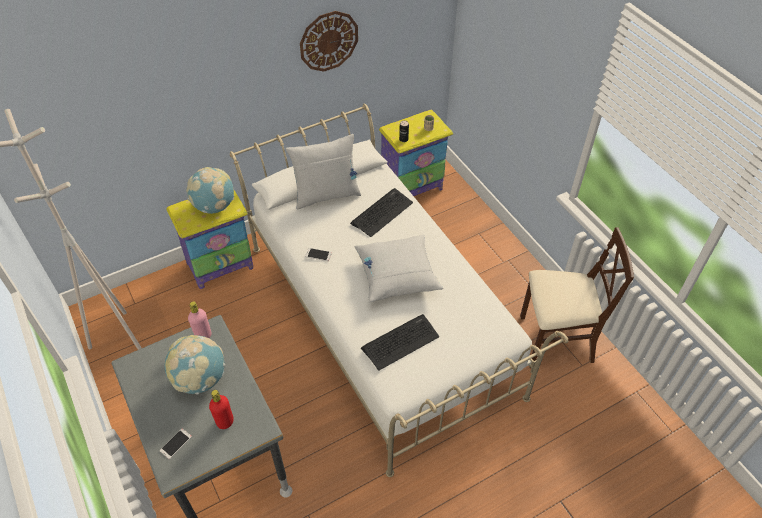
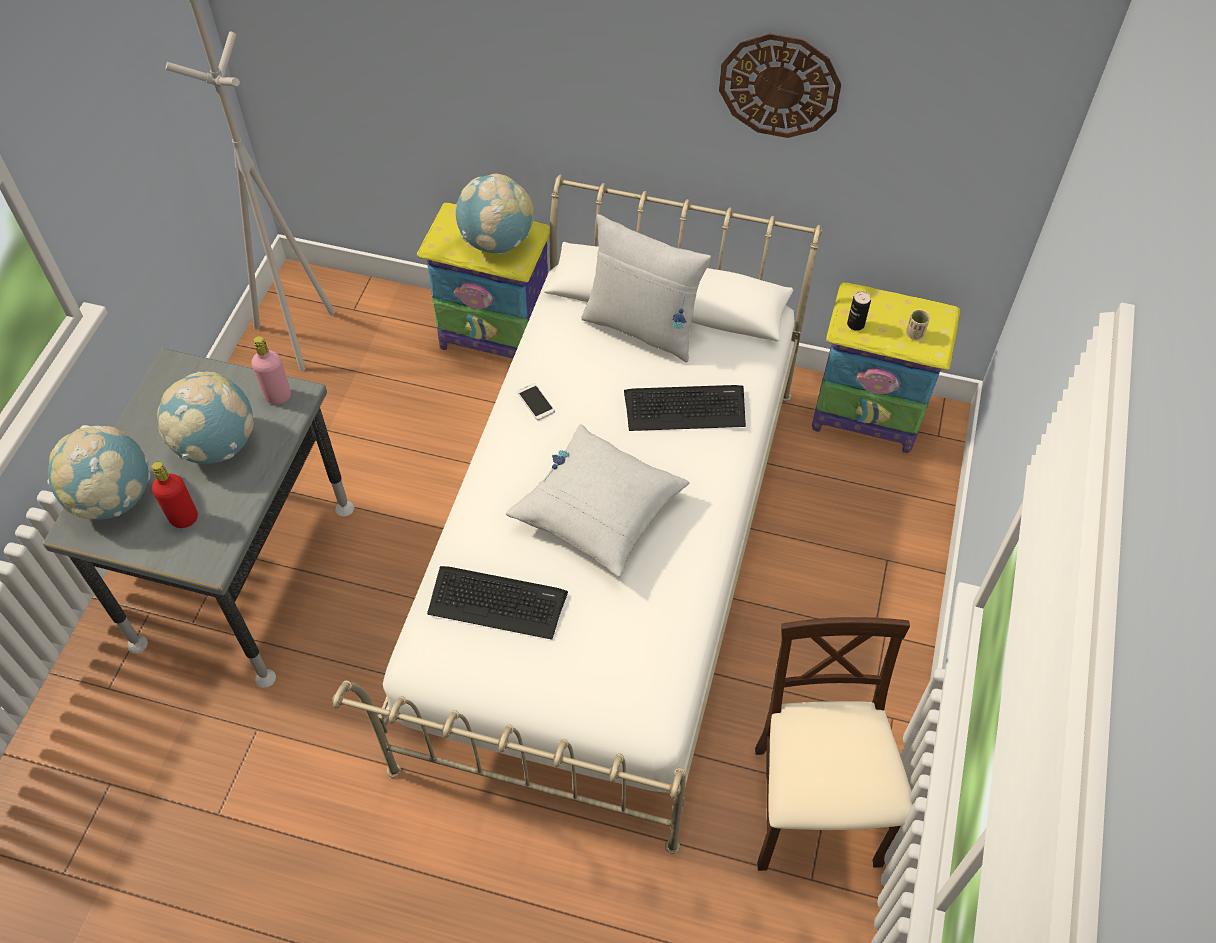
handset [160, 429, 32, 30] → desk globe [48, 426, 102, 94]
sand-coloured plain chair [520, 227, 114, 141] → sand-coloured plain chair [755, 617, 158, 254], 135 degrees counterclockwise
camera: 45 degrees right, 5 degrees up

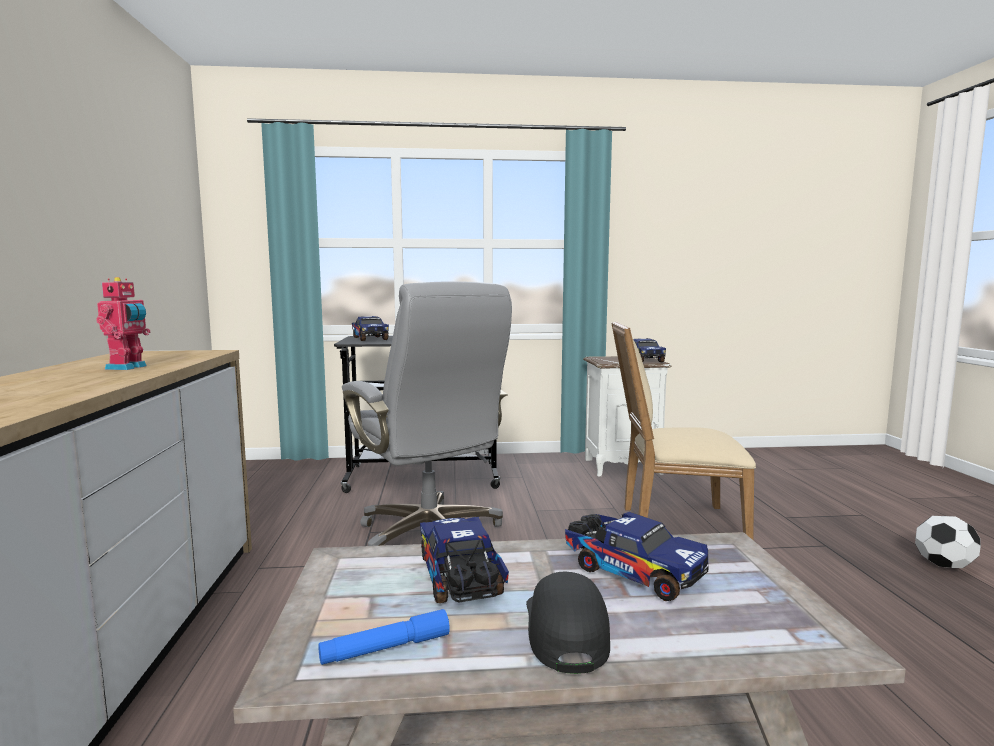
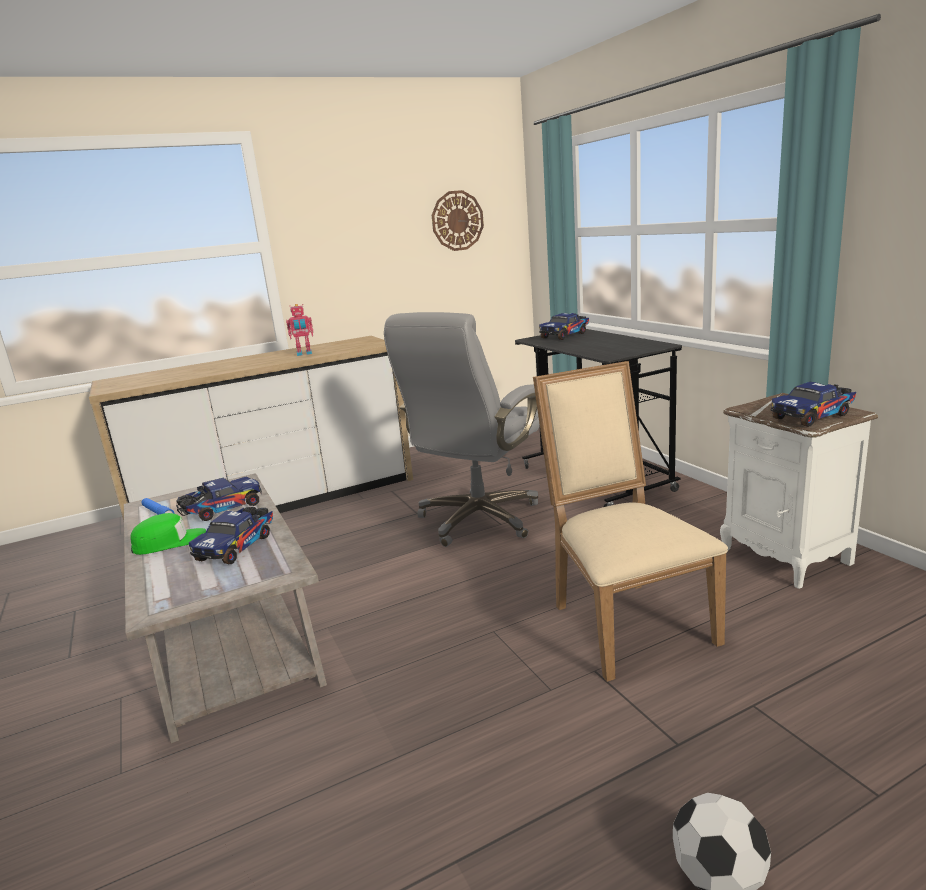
black-coloured baseball cap [526, 572, 84, 102] → greenish baseball cap [130, 513, 76, 42]
- → wall clock [432, 190, 52, 61]
camera: 70 degrees right, 10 degrees up

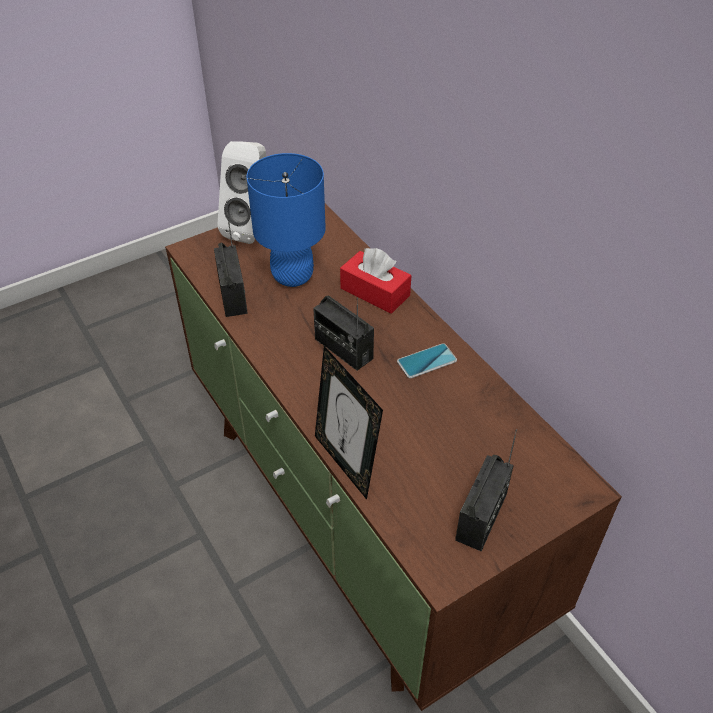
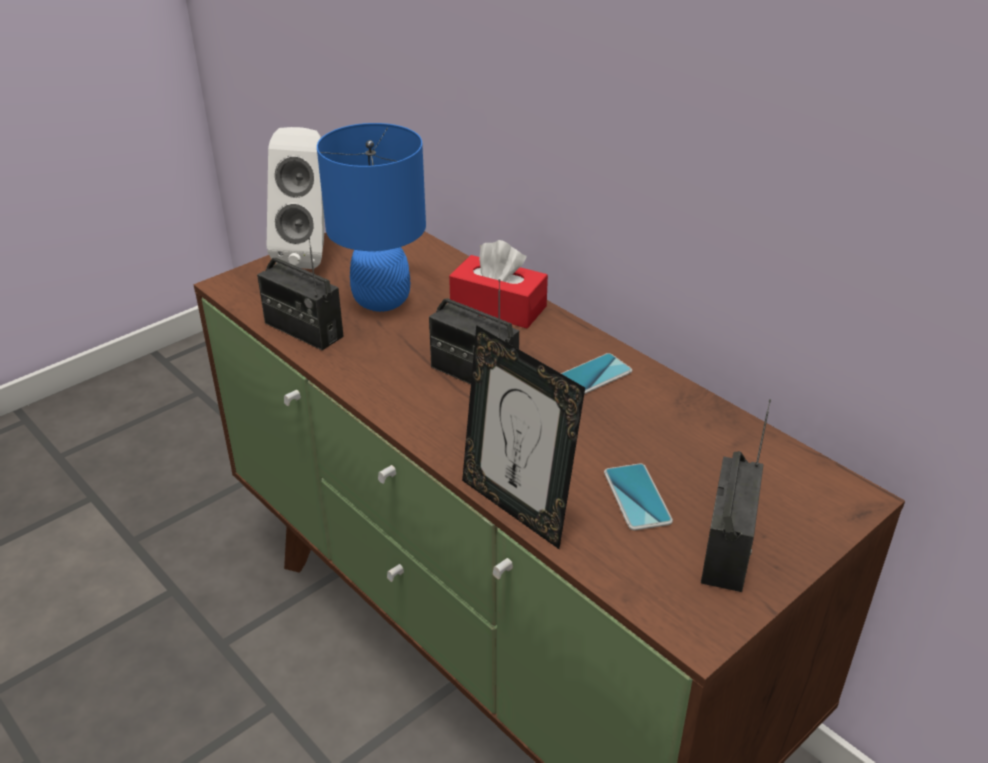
radio set [214, 210, 34, 107] → radio set [257, 237, 87, 114], 150 degrees clockwise
- → handset [604, 463, 69, 67]
camera: 10 degrees left, 10 degrees down

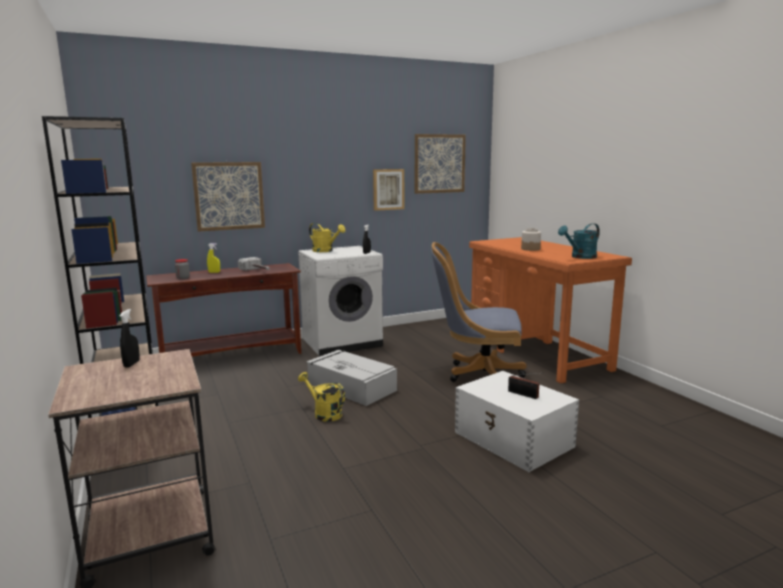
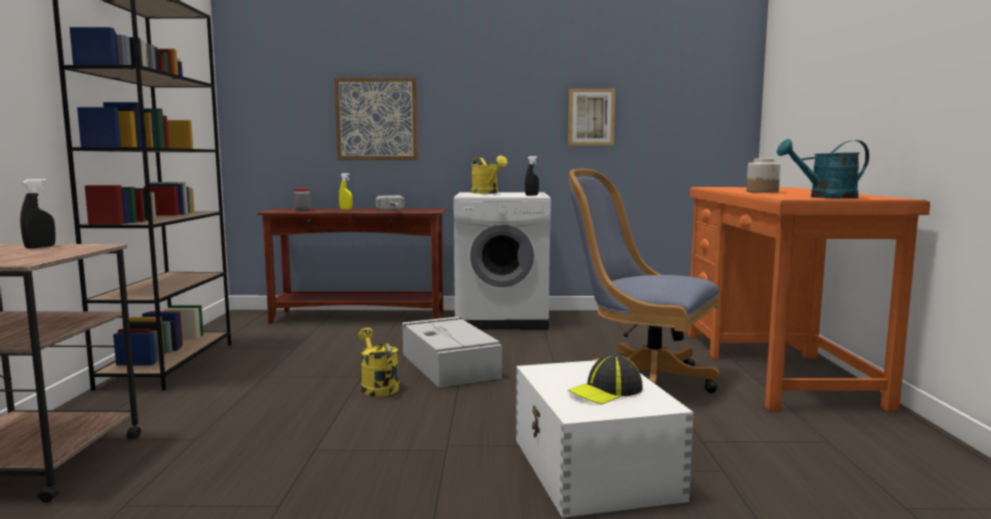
wall art [415, 134, 51, 60] → -
radio set [508, 373, 31, 26] → baseball cap [568, 354, 75, 51]
camera: 25 degrees right, 5 degrees down

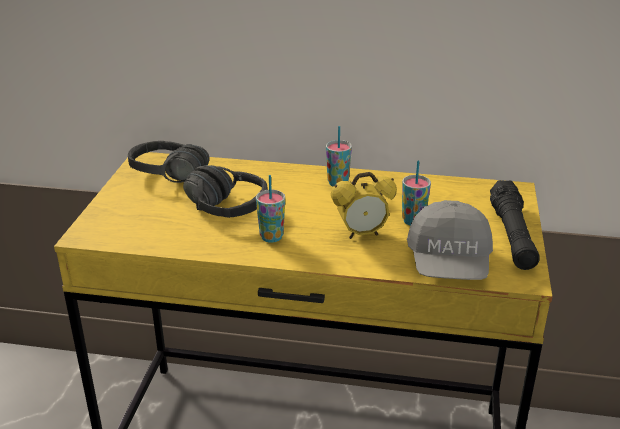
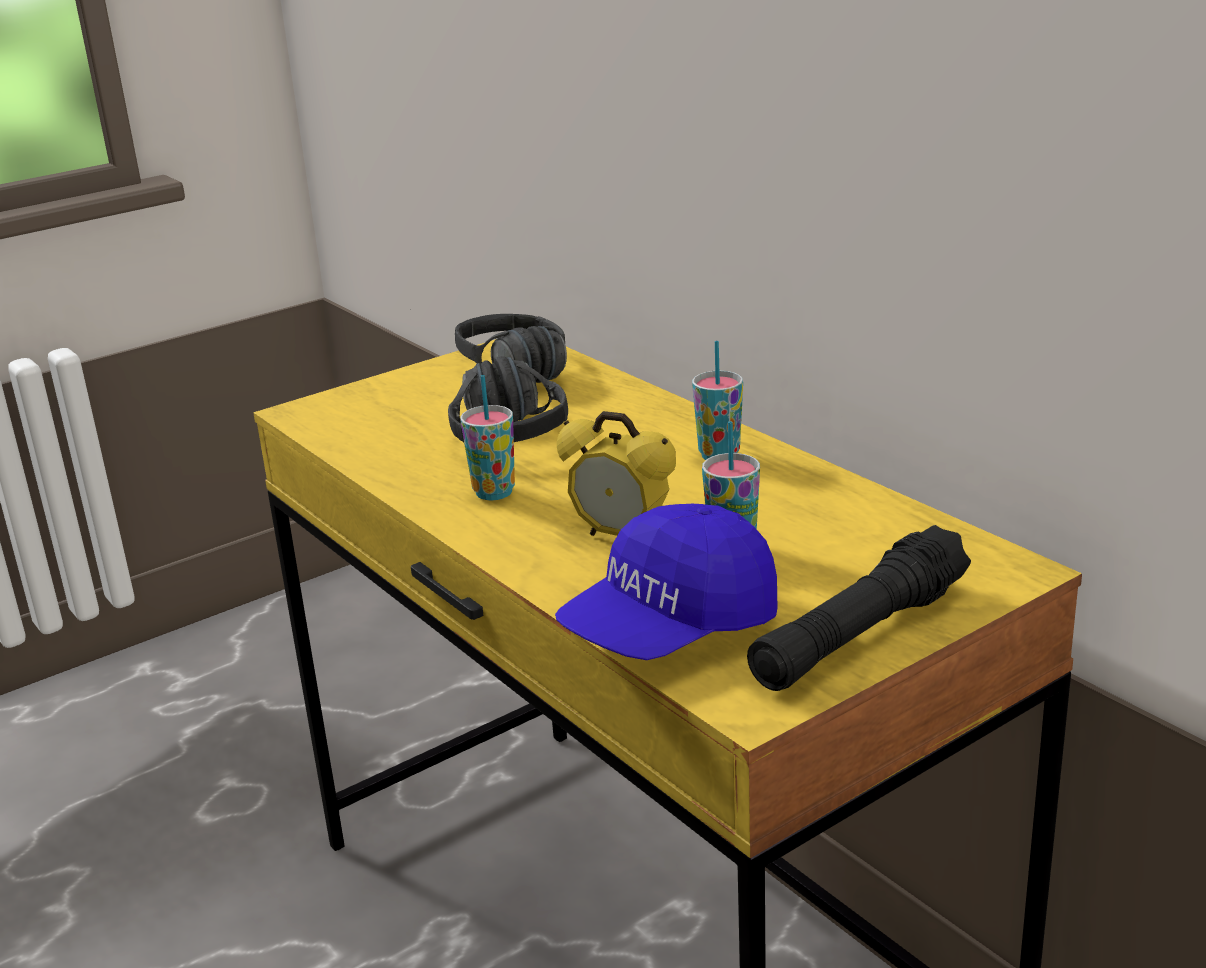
greyish baseball cap [407, 200, 86, 80] → blue baseball cap [555, 504, 223, 156]
camera: 45 degrees right, 5 degrees down

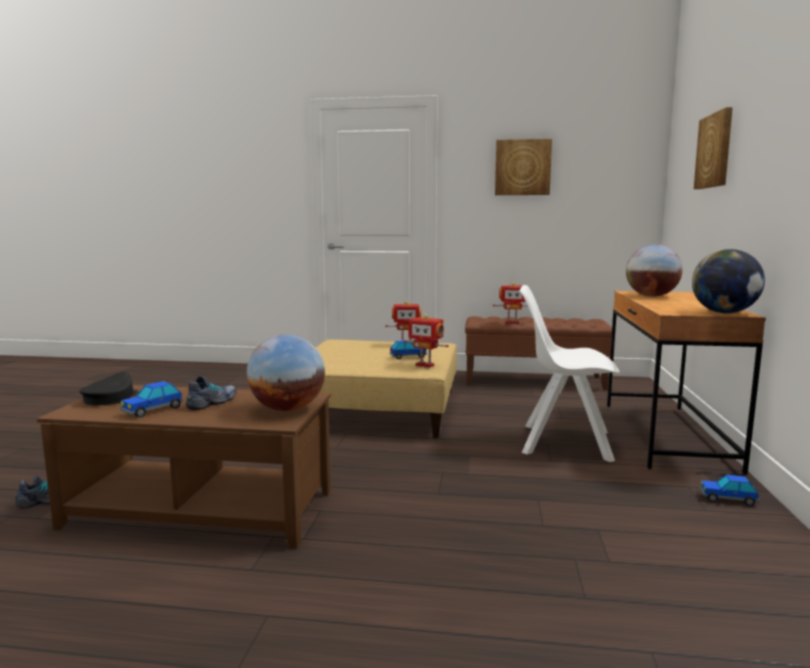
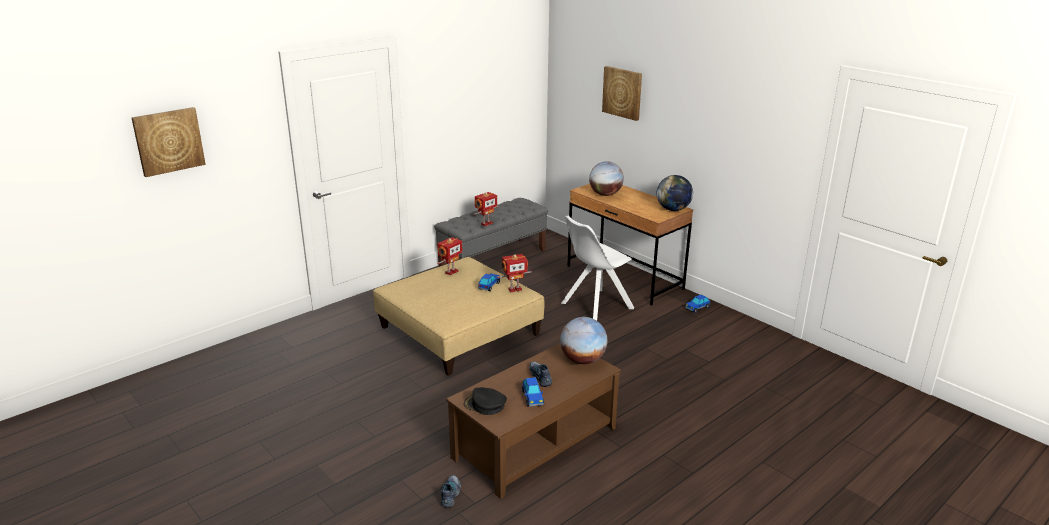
black-coloured baseball cap [79, 372, 62, 33] → black-coloured baseball cap [464, 387, 43, 28], 45 degrees counterclockwise
brown long seat [465, 316, 147, 74] → greyish long seat [434, 198, 114, 69]
wall art [495, 139, 57, 56] → wall art [131, 107, 75, 70], shifted
camera: 50 degrees left, 15 degrees up

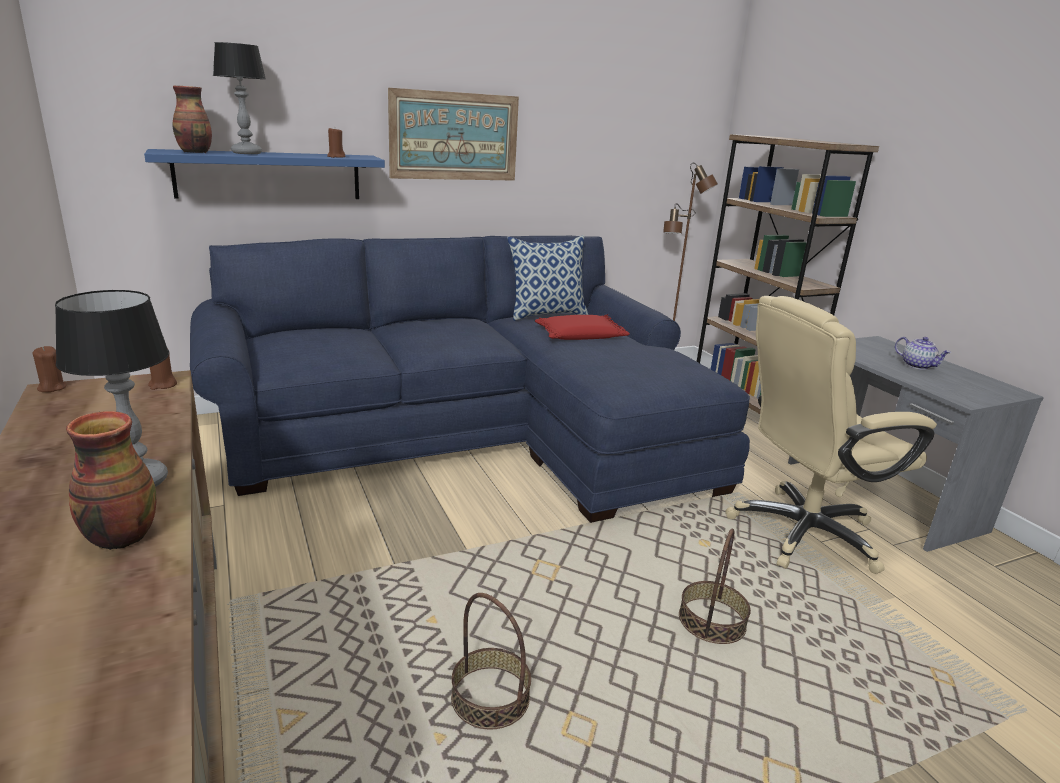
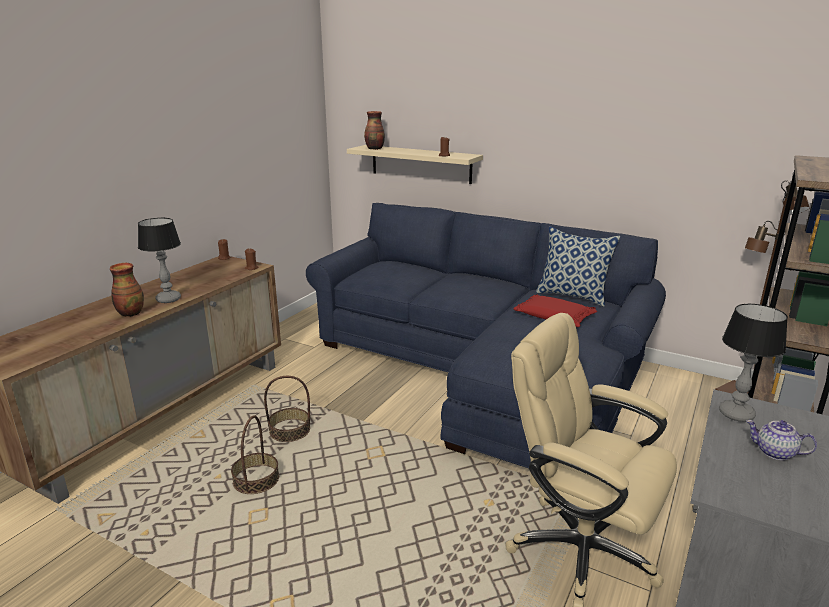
blue shelf [144, 149, 241, 50] → sand-coloured shelf [347, 145, 136, 39]
lamp for a table [213, 42, 53, 112] → lamp for a table [719, 304, 69, 118], shifted
wall art [388, 88, 131, 93] → -
basket [679, 529, 72, 115] → basket [264, 376, 46, 66], shifted
pot for tea [895, 337, 56, 33] → pot for tea [746, 420, 71, 40], 105 degrees clockwise
camera: 55 degrees right, 0 degrees up

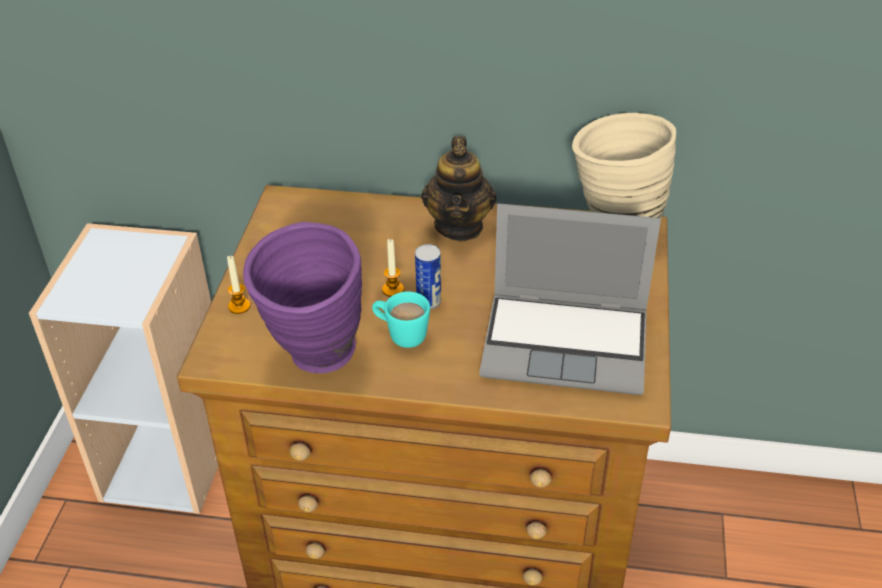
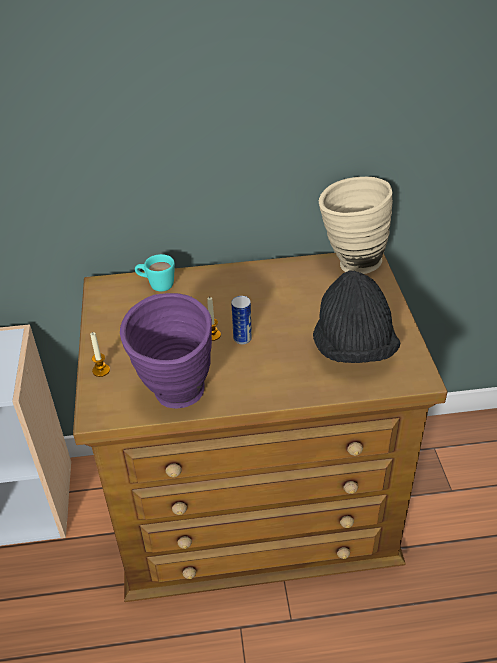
turquoise-coloured mug [372, 292, 58, 56] → turquoise-coloured mug [135, 254, 40, 37], shifted
pot for tea [421, 136, 76, 105] → -
portable computer [479, 203, 182, 192] → black-coloured clothing hat [313, 270, 87, 93]
camera: 15 degrees left, 0 degrees up

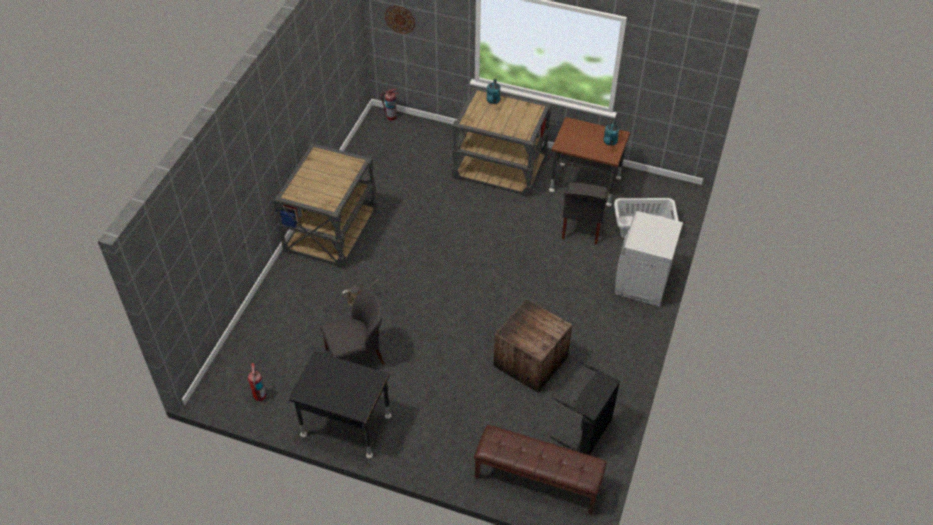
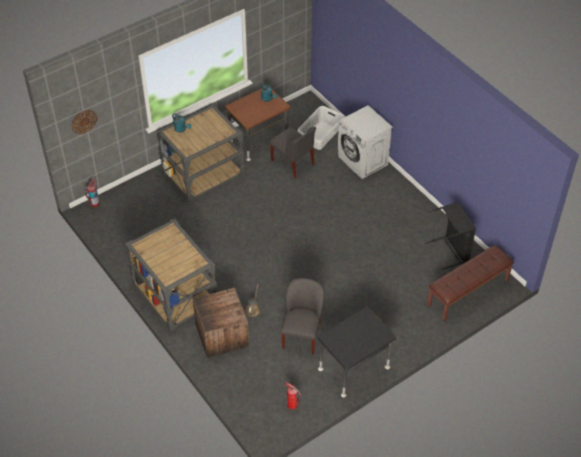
shipping crate [494, 299, 78, 94] → shipping crate [193, 288, 56, 70], shifted
camera: 55 degrees left, 0 degrees up

